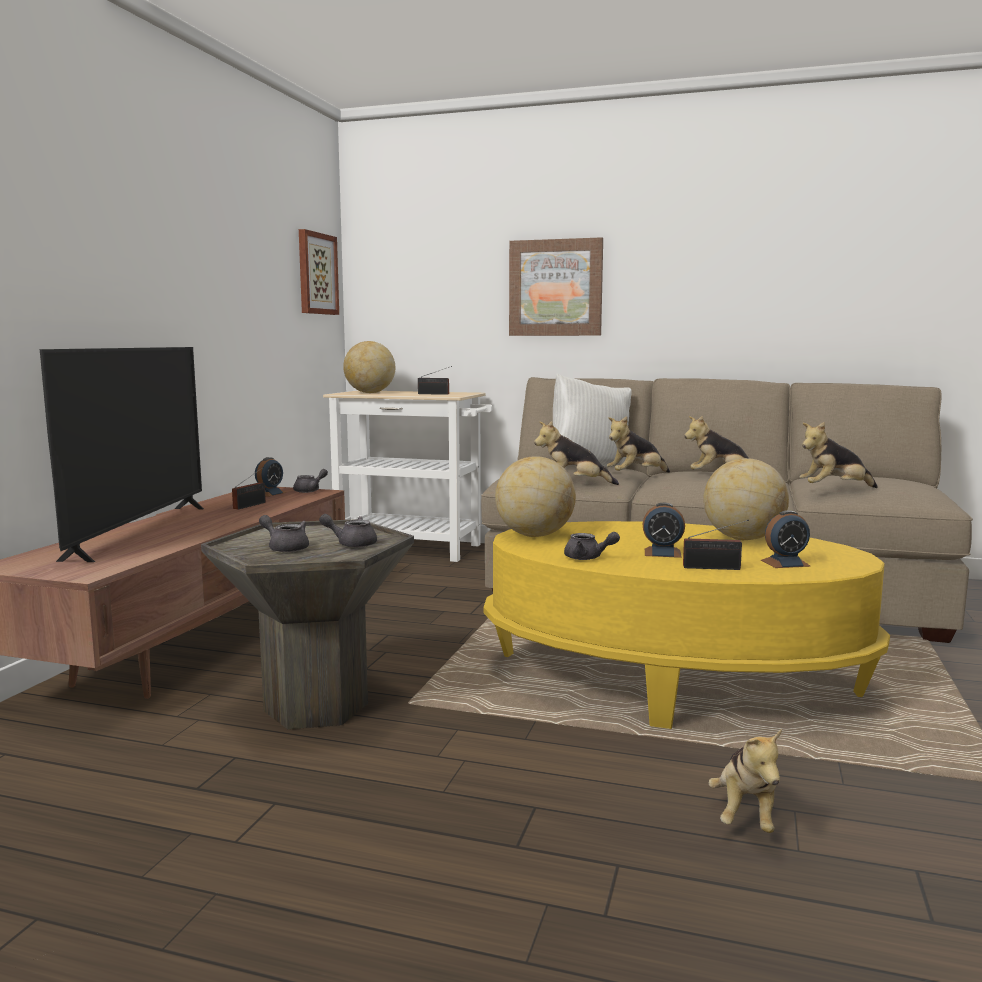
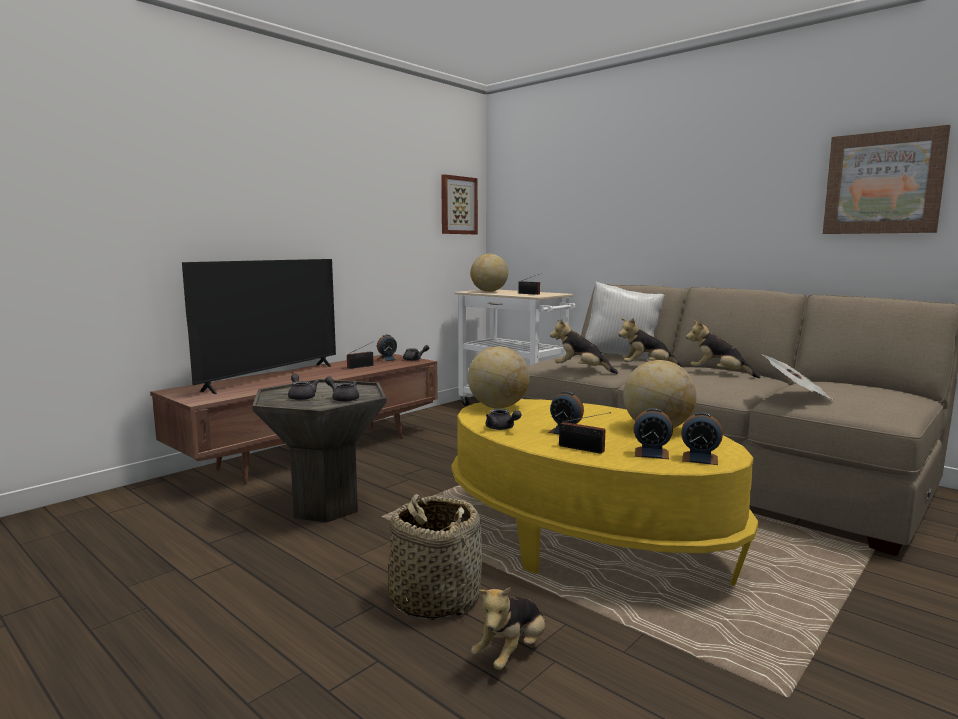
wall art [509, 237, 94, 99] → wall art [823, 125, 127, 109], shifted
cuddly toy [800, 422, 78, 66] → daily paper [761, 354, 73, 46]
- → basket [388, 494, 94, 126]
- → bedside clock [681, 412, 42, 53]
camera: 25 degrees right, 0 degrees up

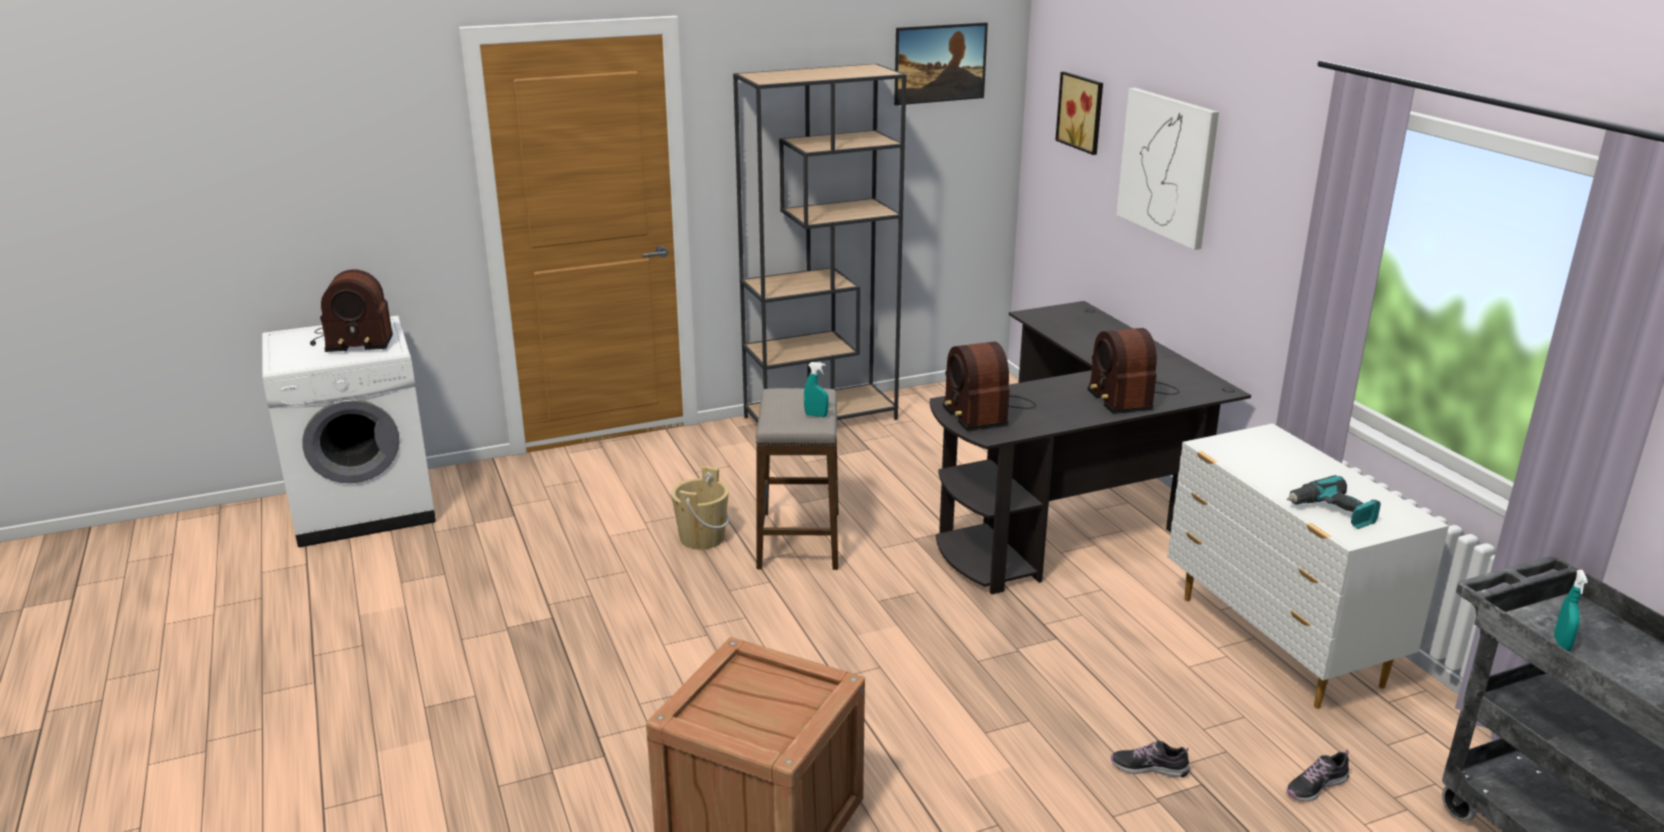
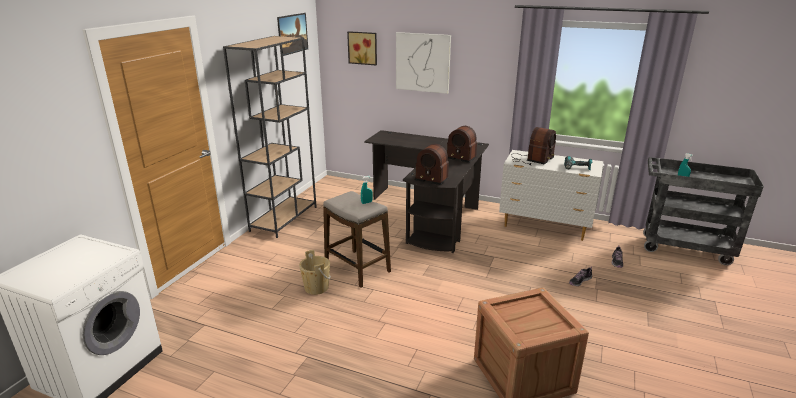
radio set [310, 269, 83, 83] → radio set [512, 127, 44, 38], shifted
camera: 45 degrees left, 0 degrees up

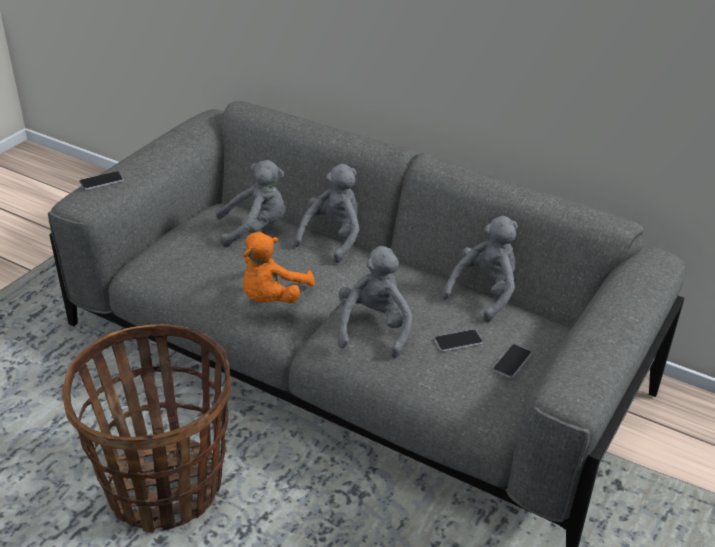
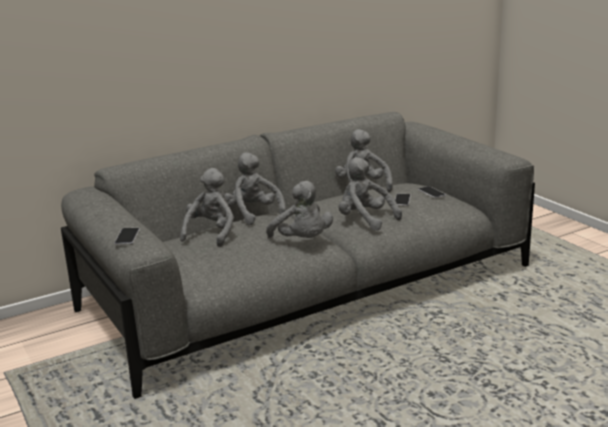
basket [62, 324, 169, 209] → -
orange-coloured cuddly toy [243, 232, 72, 71] → greyish cuddly toy [266, 181, 67, 57]
camera: 60 degrees left, 15 degrees down

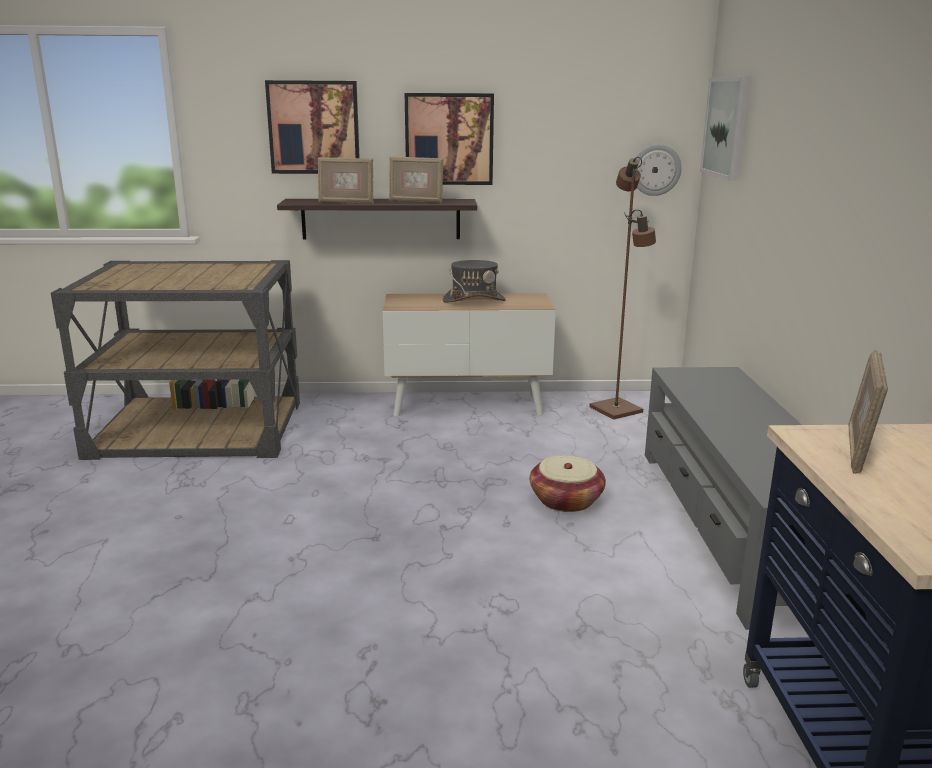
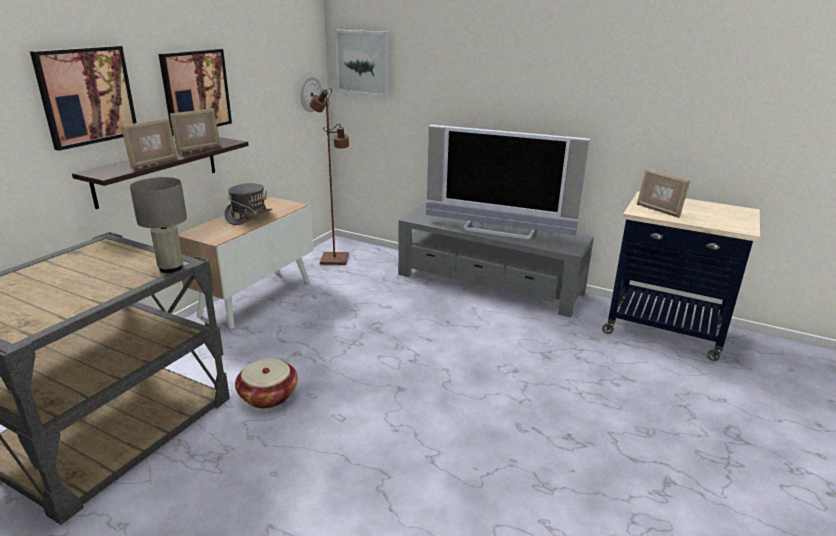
basket [530, 456, 76, 56] → basket [235, 359, 63, 49], shifted
- → greyish lamp for a table [130, 177, 57, 96]
- → television [426, 125, 164, 114]
camera: 60 degrees left, 5 degrees up

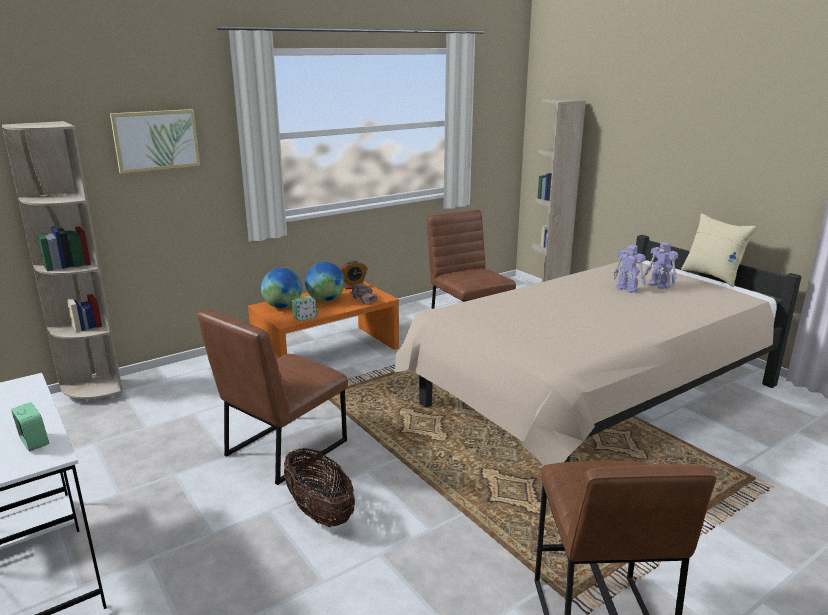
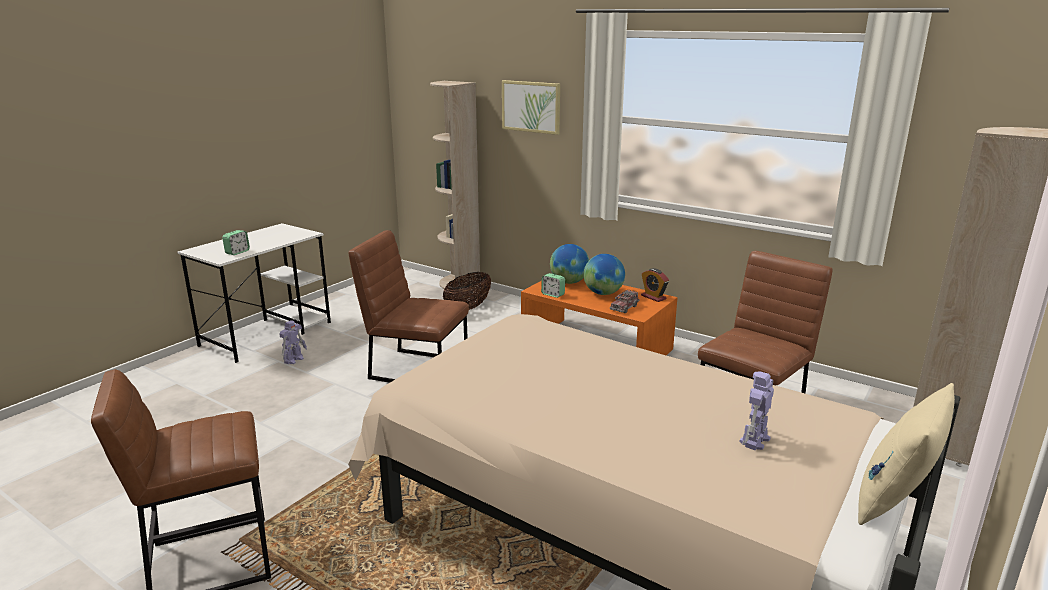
basket [284, 448, 71, 79] → basket [443, 272, 48, 38], shifted
model robot [613, 245, 33, 48] → model robot [279, 320, 28, 44], shifted
camera: 70 degrees right, 0 degrees up

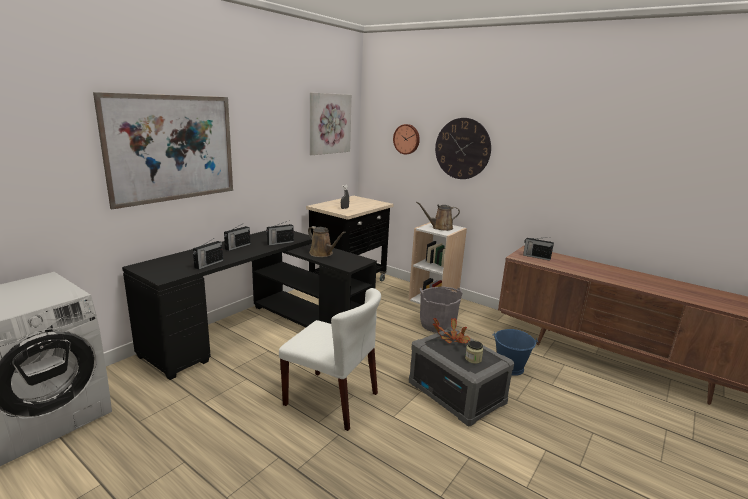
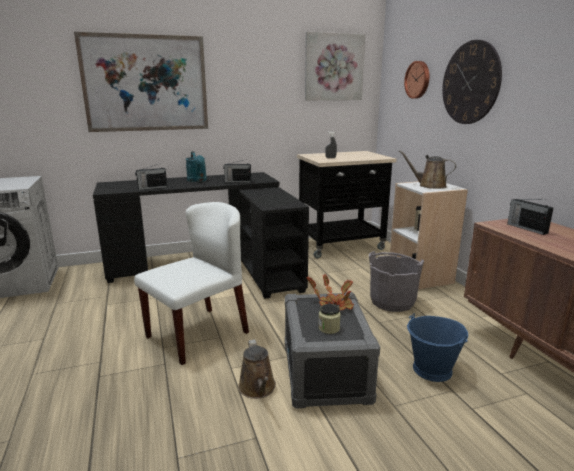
radio set [224, 224, 26, 27] → turquoise-coloured watering pot [186, 151, 21, 31]
white-coloured plain chair [279, 288, 102, 143] → white-coloured plain chair [134, 202, 115, 163], 105 degrees counterclockwise
brown watering pot [308, 226, 38, 31] → brown watering pot [238, 339, 38, 60], shifted
camera: 35 degrees right, 0 degrees up

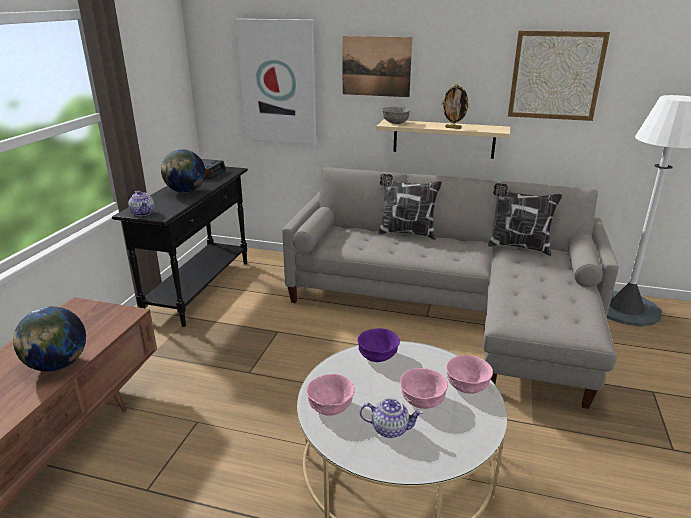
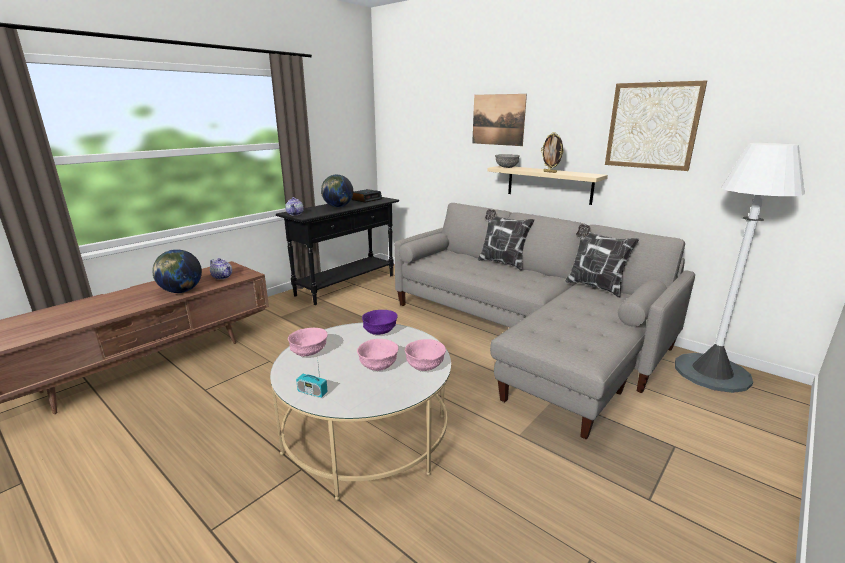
wall art [236, 19, 81, 125] → -
pot for tea [360, 398, 63, 40] → pot for tea [210, 258, 22, 22], shifted
- → radio set [296, 356, 32, 42]
camera: 25 degrees right, 5 degrees down

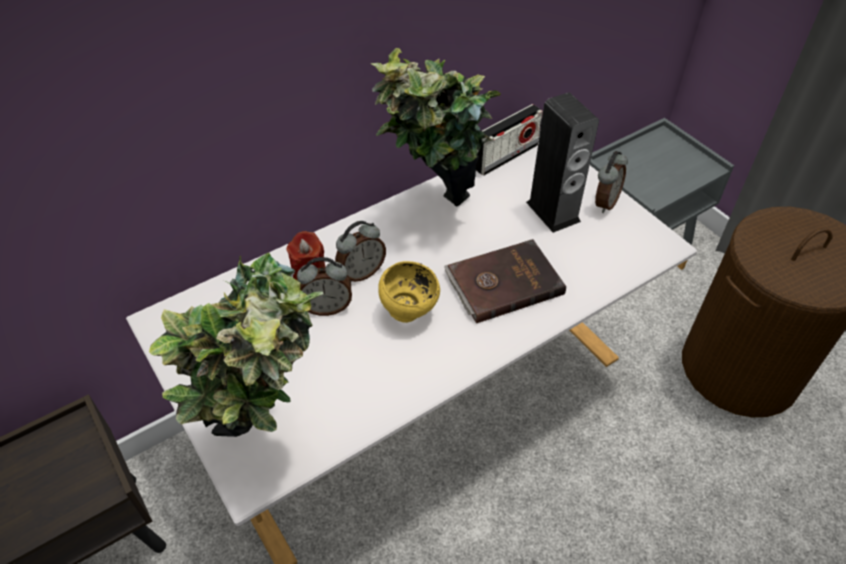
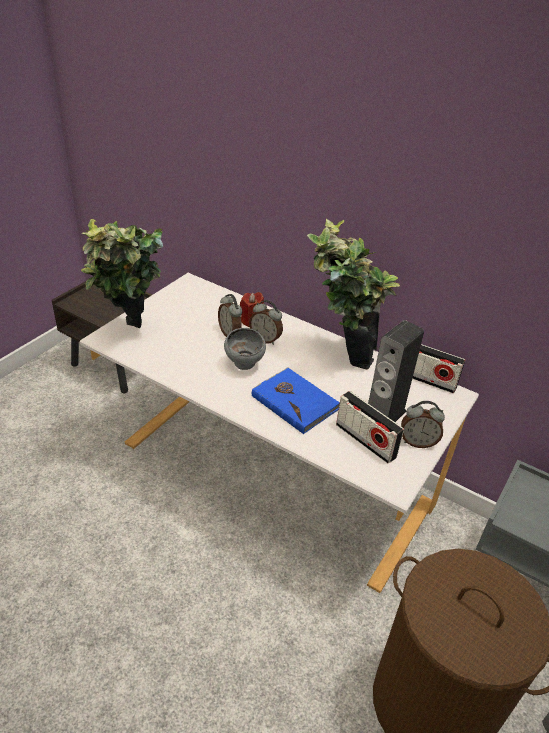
yellow-coloured bowl [378, 261, 62, 62] → greyish bowl [224, 328, 42, 42]
brown book [444, 239, 122, 84] → blue book [252, 367, 88, 67]
- → radio set [336, 391, 68, 73]
camera: 65 degrees right, 10 degrees down

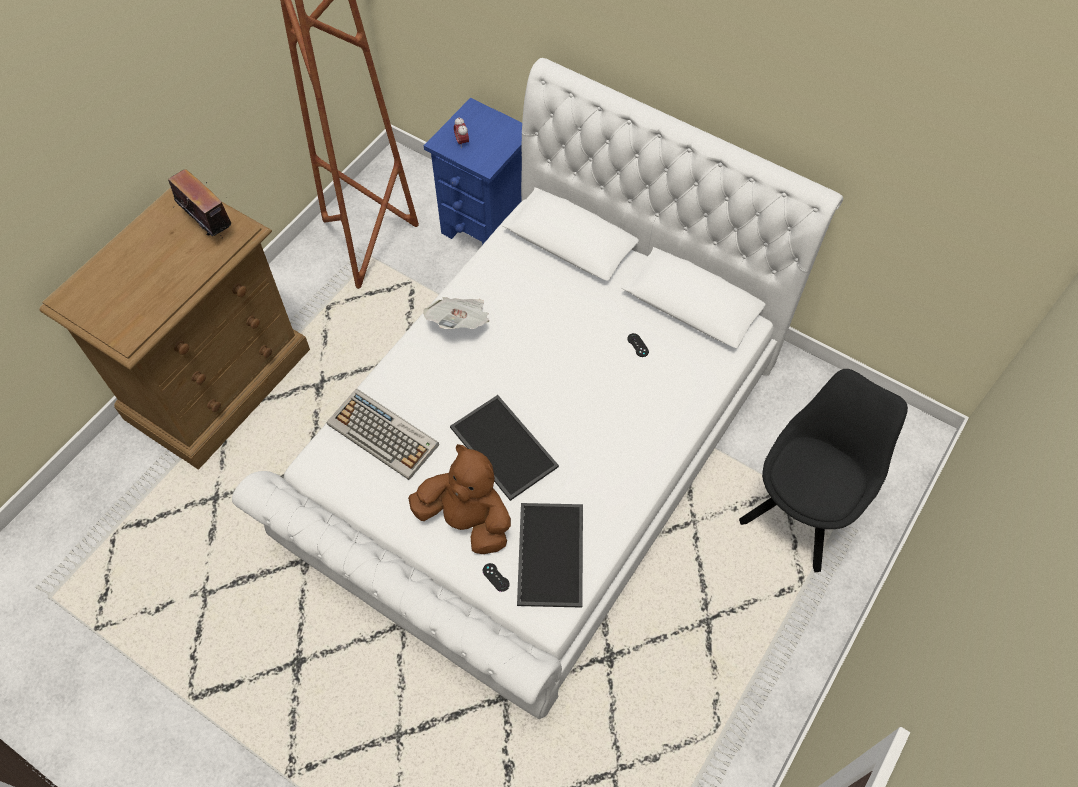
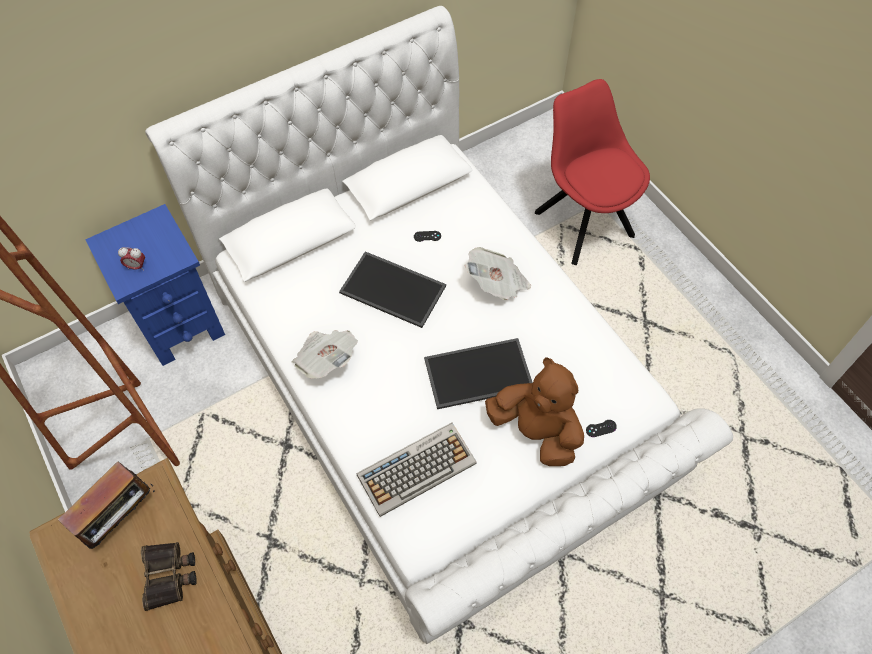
radio set [168, 169, 64, 67] → radio set [58, 461, 97, 88], 150 degrees clockwise
brown cuddly toy [408, 444, 103, 110] → brown cuddly toy [485, 357, 99, 109], 75 degrees clockwise
carrying tray [517, 503, 66, 105] → carrying tray [339, 251, 107, 77], shifted
black-coloured plain chair [739, 369, 169, 203] → red-coloured plain chair [535, 79, 115, 186]
- → pair of binoculars [141, 542, 56, 69]
- → daily paper [464, 247, 67, 53]
camera: 65 degrees left, 0 degrees up

